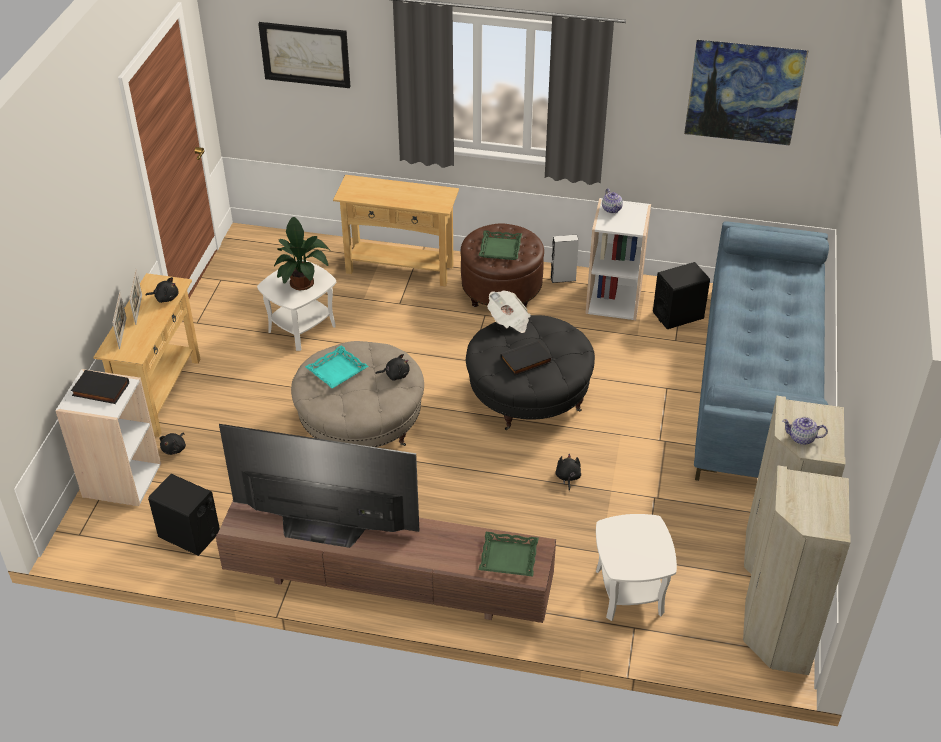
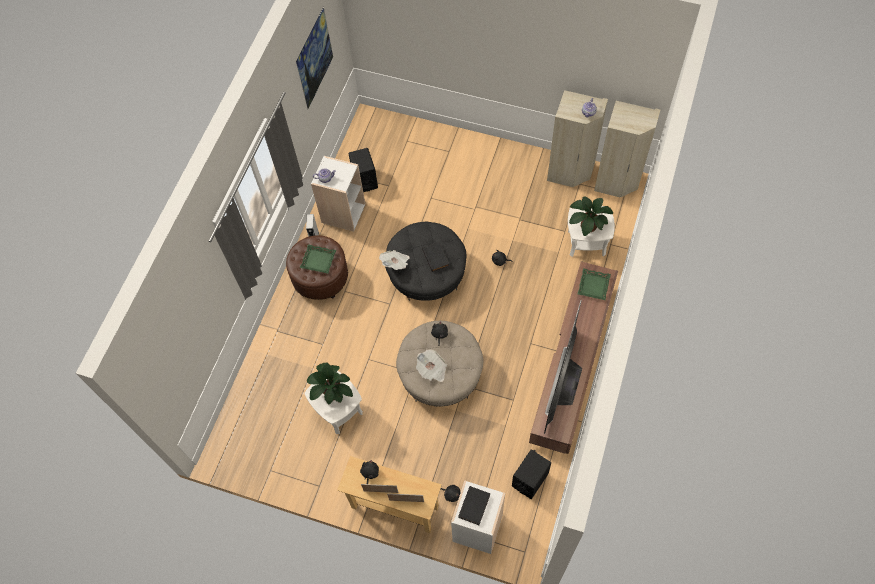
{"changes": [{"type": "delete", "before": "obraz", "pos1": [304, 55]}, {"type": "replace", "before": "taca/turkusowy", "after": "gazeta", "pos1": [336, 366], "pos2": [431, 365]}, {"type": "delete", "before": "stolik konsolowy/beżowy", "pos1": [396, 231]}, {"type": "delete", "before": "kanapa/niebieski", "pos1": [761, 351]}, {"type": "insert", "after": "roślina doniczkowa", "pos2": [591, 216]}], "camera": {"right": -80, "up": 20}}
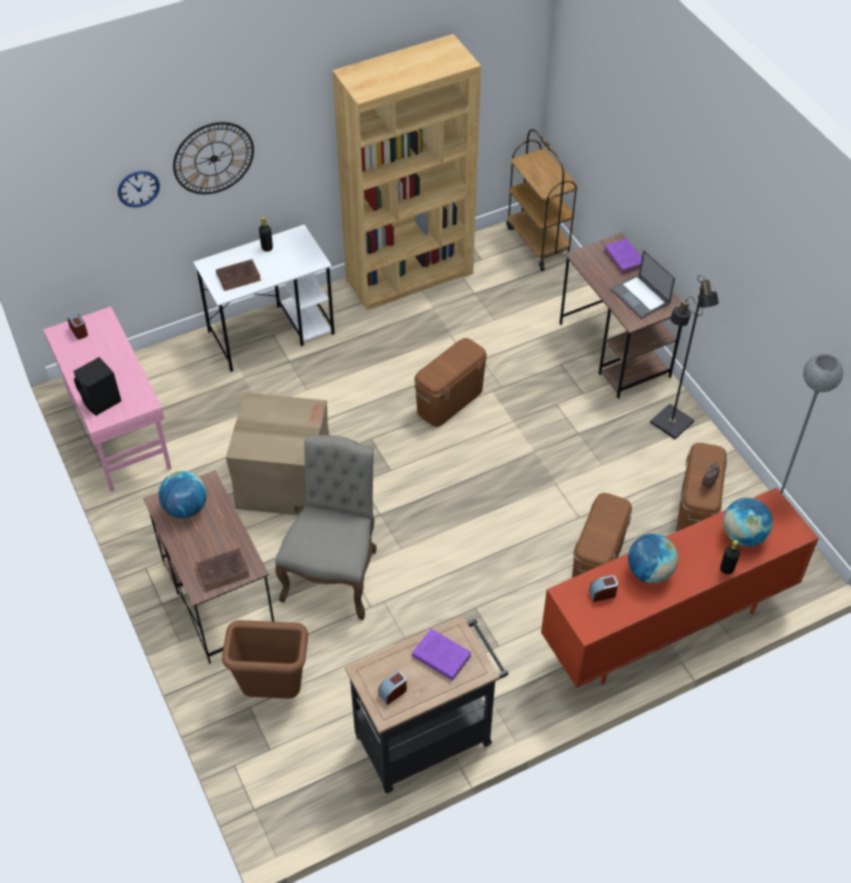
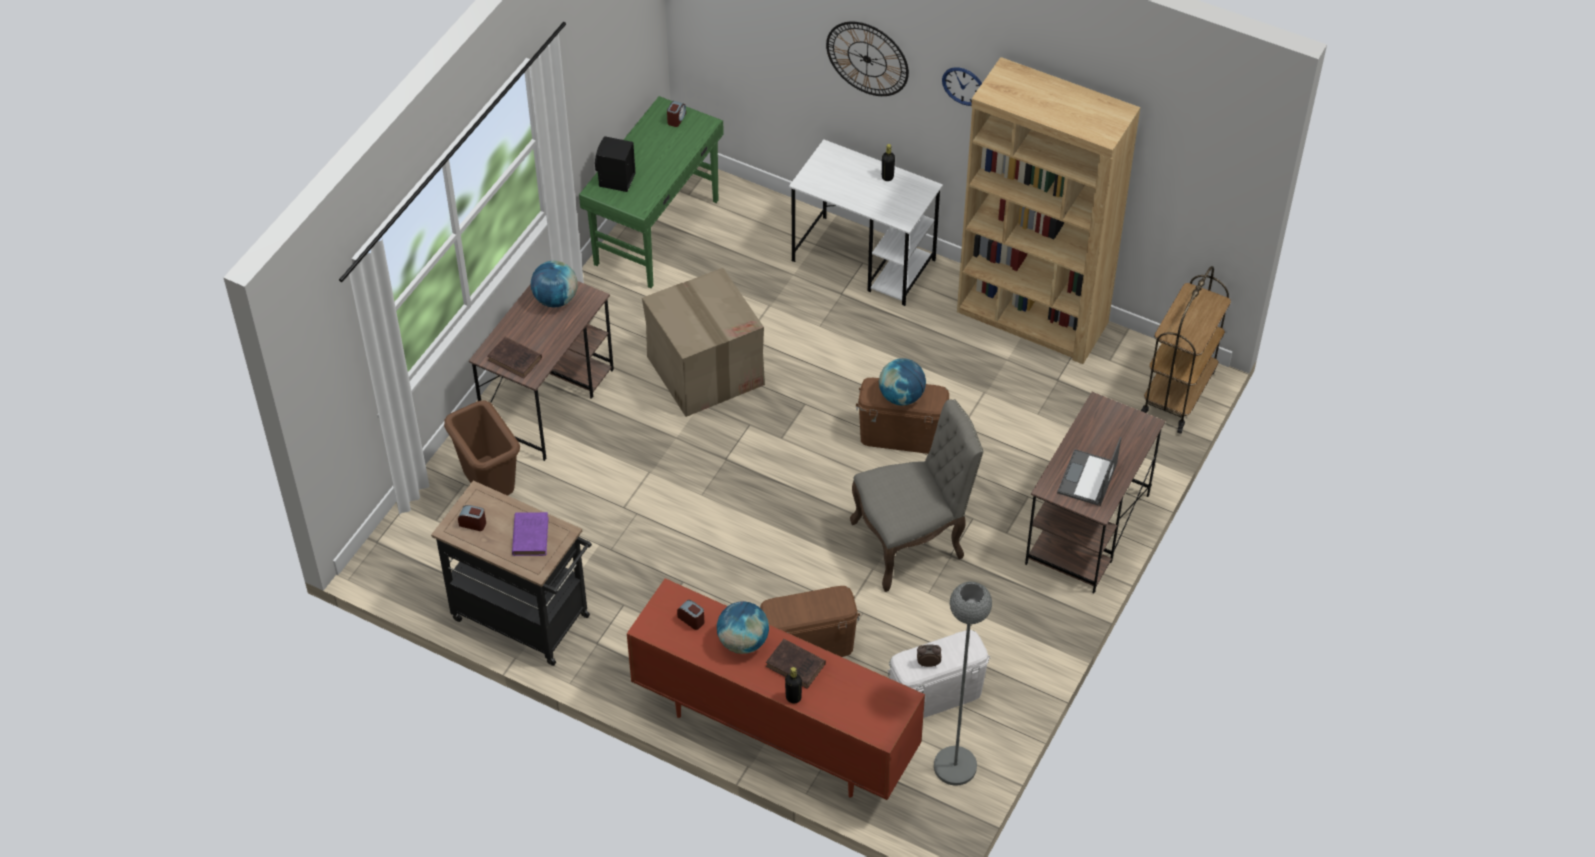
{"changes": [{"type": "recolor", "before": "stolik konsolowy/różowy", "after": "stolik konsolowy/zielony", "pos1": [107, 399], "pos2": [651, 192]}, {"type": "move", "before": "zegar ścienny", "pos1": [139, 189], "pos2": [962, 86]}, {"type": "move", "before": "książka/brązowy", "pos1": [238, 275], "pos2": [796, 664]}, {"type": "move", "before": "krzesło/szary", "pos1": [326, 527], "pos2": [916, 495]}, {"type": "delete", "before": "książka/fioletowy", "pos1": [623, 256]}, {"type": "delete", "before": "lampa stojąca/czarny", "pos1": [684, 357]}, {"type": "recolor", "before": "pojemnik do przechowywania/brązowy", "after": "pojemnik do przechowywania/biały", "pos1": [701, 487], "pos2": [938, 674]}, {"type": "move", "before": "globus", "pos1": [748, 522], "pos2": [902, 382]}], "camera": {"right": 55, "up": 0}}
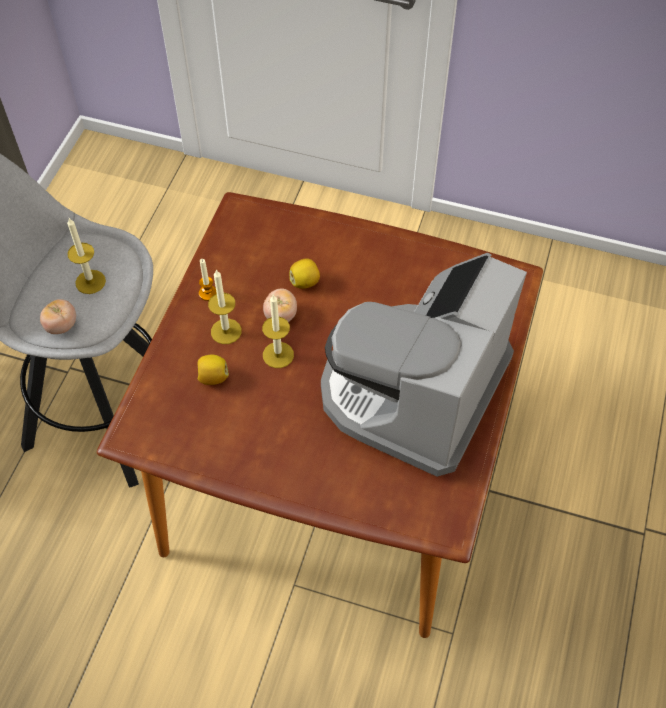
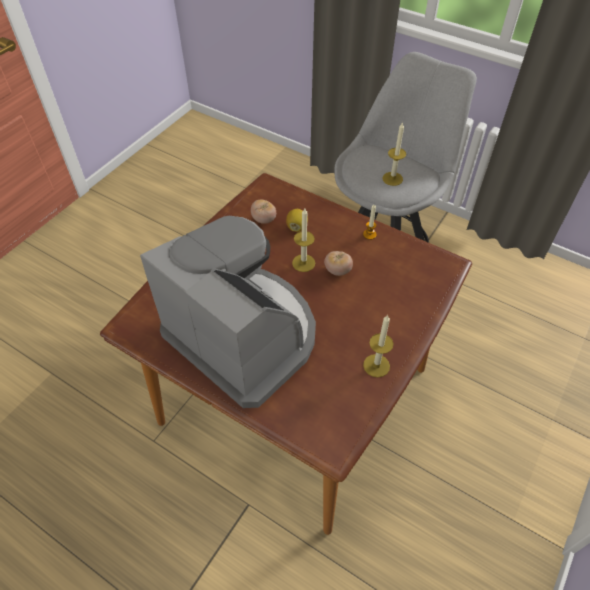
{"changes": [{"type": "move", "before": "pomidor", "pos1": [58, 316], "pos2": [263, 211]}, {"type": "move", "before": "świeca", "pos1": [225, 306], "pos2": [378, 346]}, {"type": "delete", "before": "cytryna", "pos1": [304, 273]}], "camera": {"right": 105, "up": -5}}
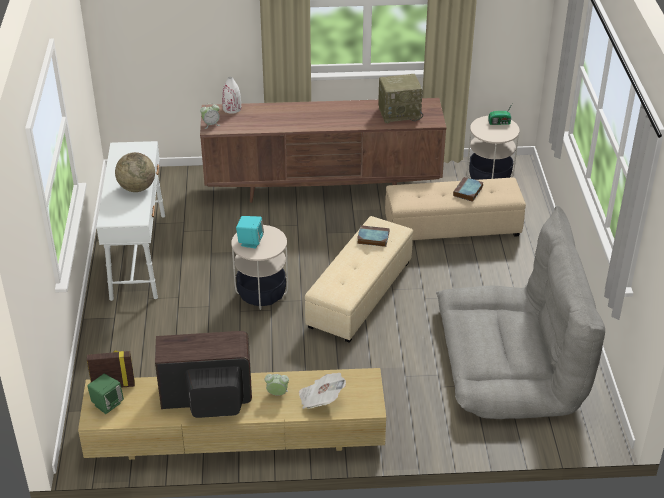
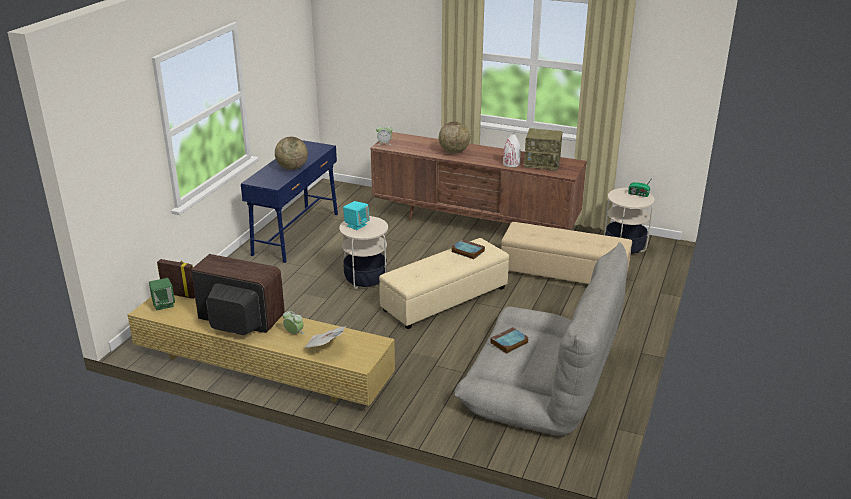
{"changes": [{"type": "recolor", "before": "stolik konsolowy/biały", "after": "stolik konsolowy/niebieski", "pos1": [131, 221], "pos2": [289, 201]}, {"type": "move", "before": "wazon/biały", "pos1": [231, 95], "pos2": [511, 150]}, {"type": "move", "before": "książka", "pos1": [468, 189], "pos2": [509, 340]}, {"type": "insert", "after": "globus", "pos2": [454, 138]}], "camera": {"right": 25, "up": -10}}
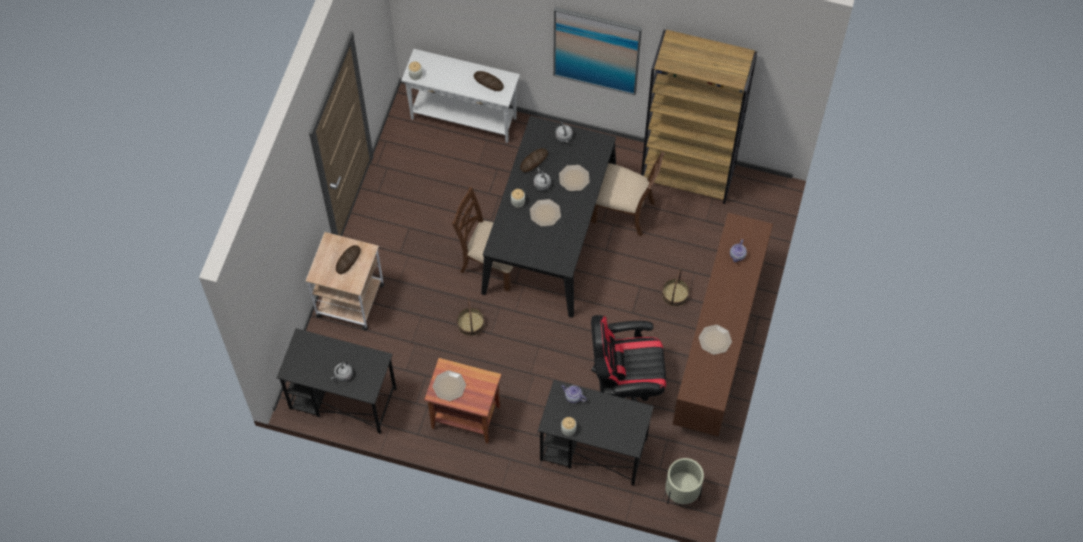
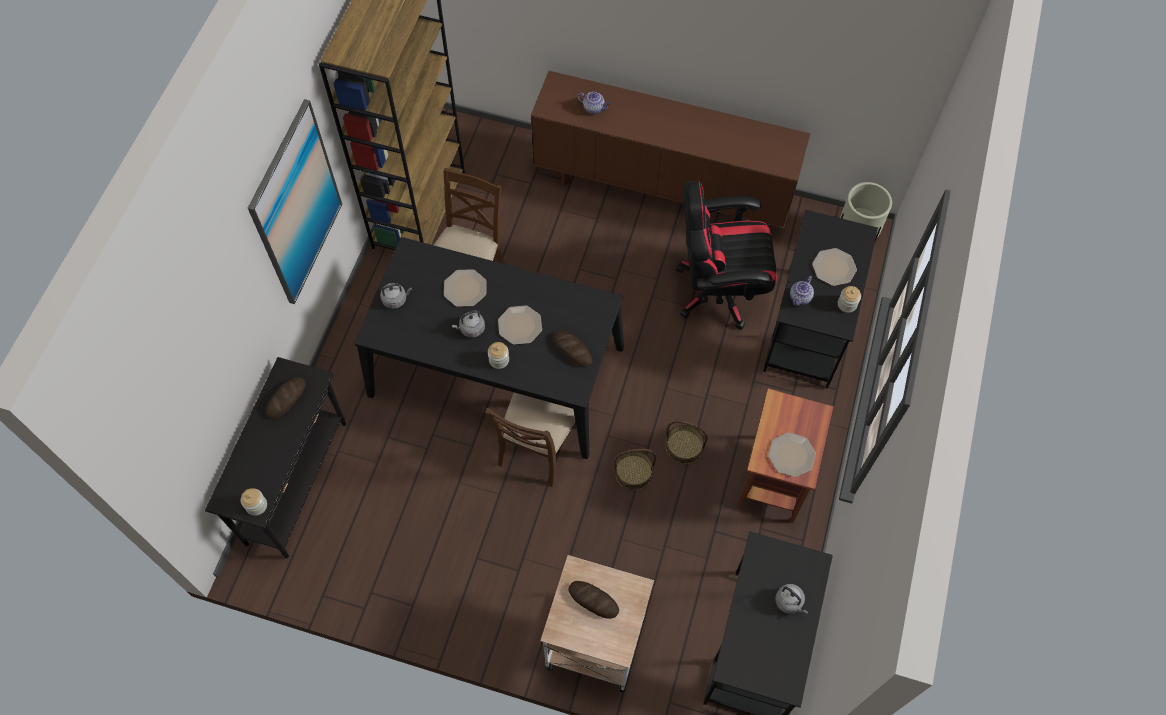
{"changes": [{"type": "recolor", "before": "stolik konsolowy/biały", "after": "stolik konsolowy/czarny", "pos1": [460, 96], "pos2": [275, 458]}, {"type": "move", "before": "chleb", "pos1": [534, 160], "pos2": [572, 348]}, {"type": "rotate", "before": "krzesło biurowe/czarny", "pos1": [628, 358], "pos2": [726, 255], "turn": 90}, {"type": "move", "before": "koszyk", "pos1": [676, 287], "pos2": [686, 442]}, {"type": "move", "before": "talerz", "pos1": [715, 340], "pos2": [834, 267]}], "camera": {"right": -90, "up": 0}}
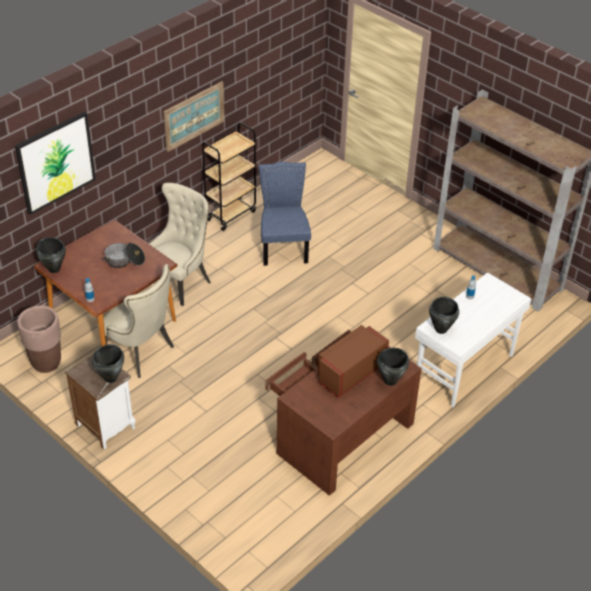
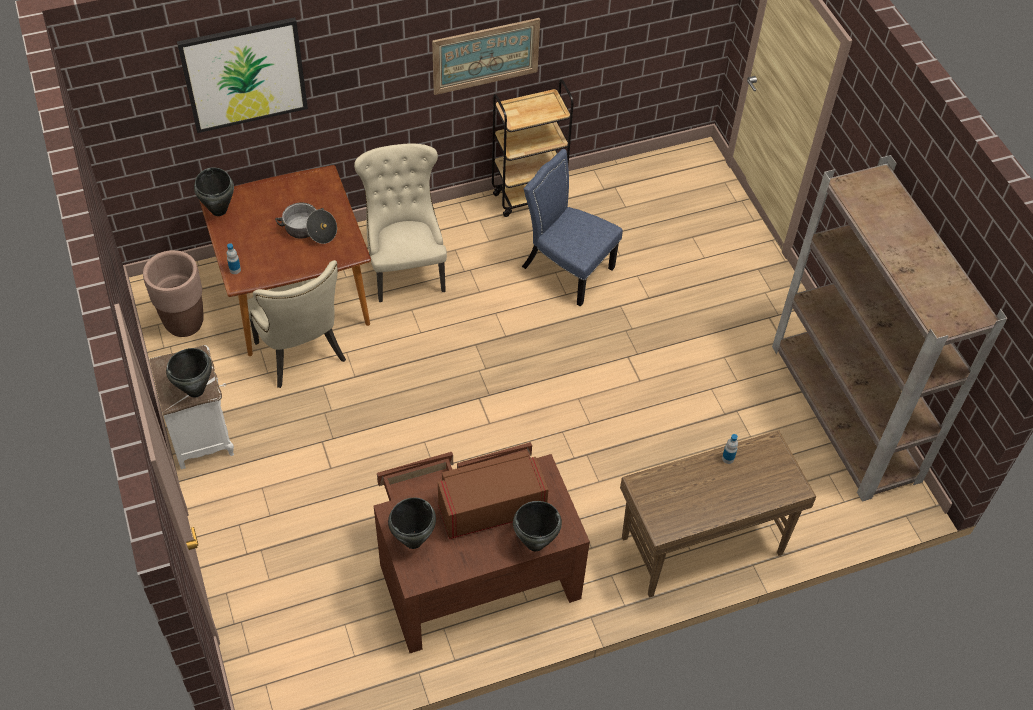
{"changes": [{"type": "rotate", "before": "krzesło/beżowy", "pos1": [180, 244], "pos2": [400, 222], "turn": -75}, {"type": "rotate", "before": "krzesło/niebieski", "pos1": [285, 214], "pos2": [572, 228], "turn": -75}, {"type": "recolor", "before": "stolik konsolowy/biały", "after": "stolik konsolowy/brązowy", "pos1": [473, 339], "pos2": [718, 514]}, {"type": "move", "before": "garnek/czarny", "pos1": [444, 315], "pos2": [412, 523]}], "camera": {"right": 25, "up": 10}}
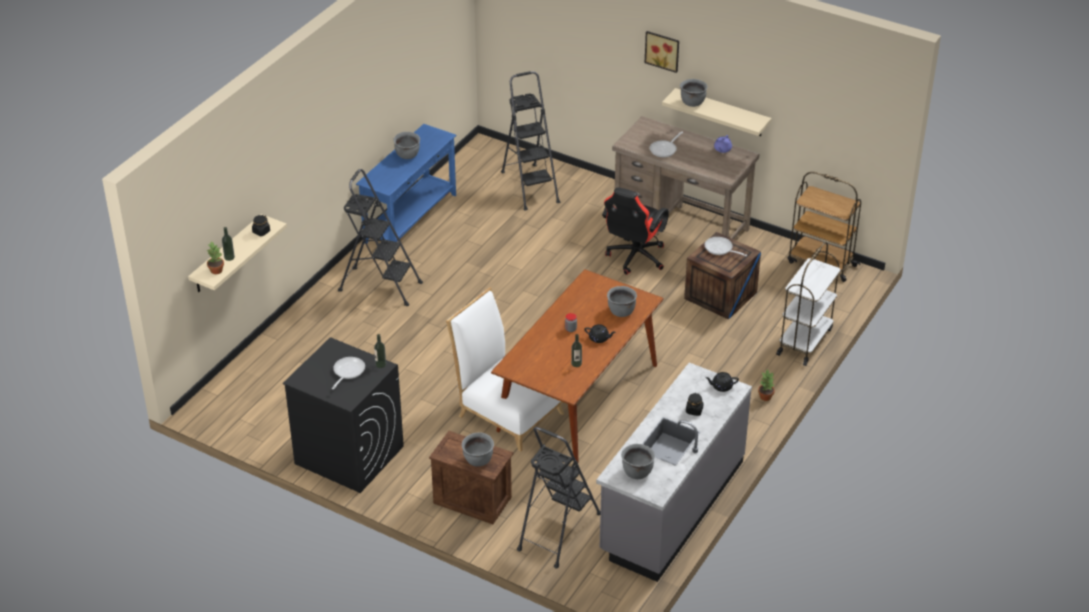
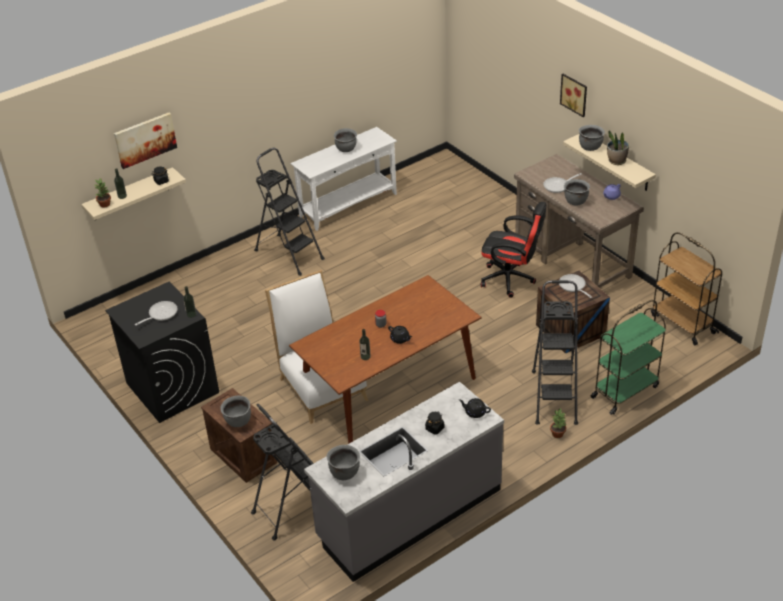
{"changes": [{"type": "recolor", "before": "stolik konsolowy/niebieski", "after": "stolik konsolowy/biały", "pos1": [406, 183], "pos2": [344, 179]}, {"type": "move", "before": "drabinka", "pos1": [530, 141], "pos2": [555, 352]}, {"type": "rotate", "before": "krzesło biurowe/czarny", "pos1": [635, 231], "pos2": [513, 250], "turn": -120}, {"type": "move", "before": "garnek/szary", "pos1": [622, 301], "pos2": [577, 192]}, {"type": "recolor", "before": "wózek/biały", "after": "wózek/zielony", "pos1": [808, 304], "pos2": [628, 357]}, {"type": "insert", "after": "obraz", "pos2": [145, 140]}, {"type": "insert", "after": "roślina doniczkowa", "pos2": [618, 148]}], "camera": {"right": 25, "up": 0}}
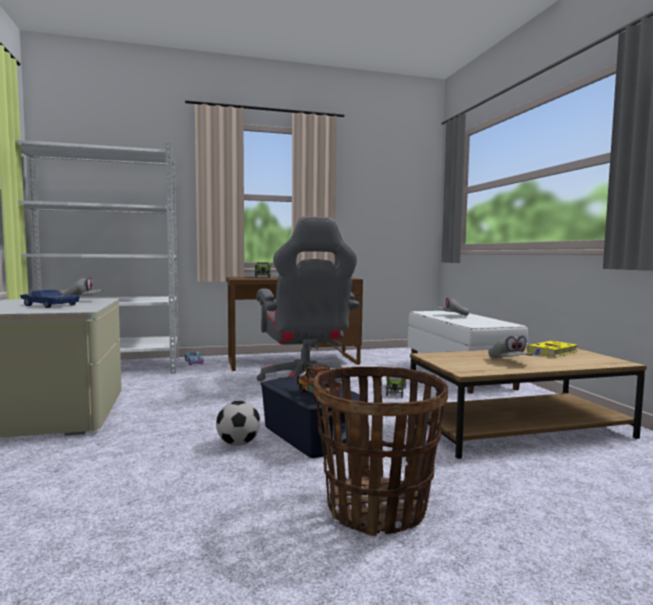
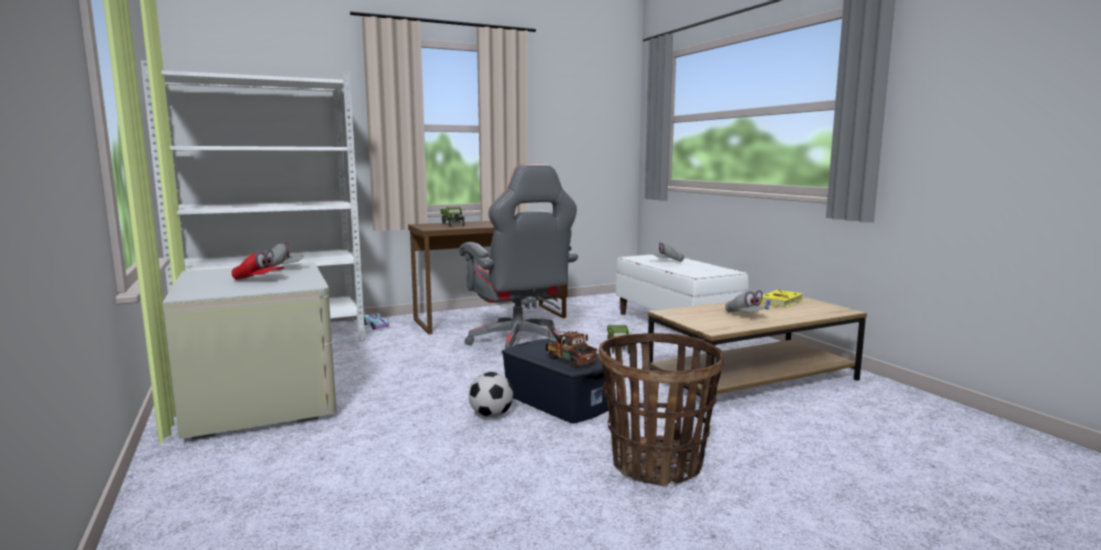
{"changes": [{"type": "replace", "before": "samochodzik/niebieski", "after": "czapka z daszkiem/czerwony", "pos1": [50, 299], "pos2": [258, 265]}], "camera": {"right": -10, "up": 5}}
